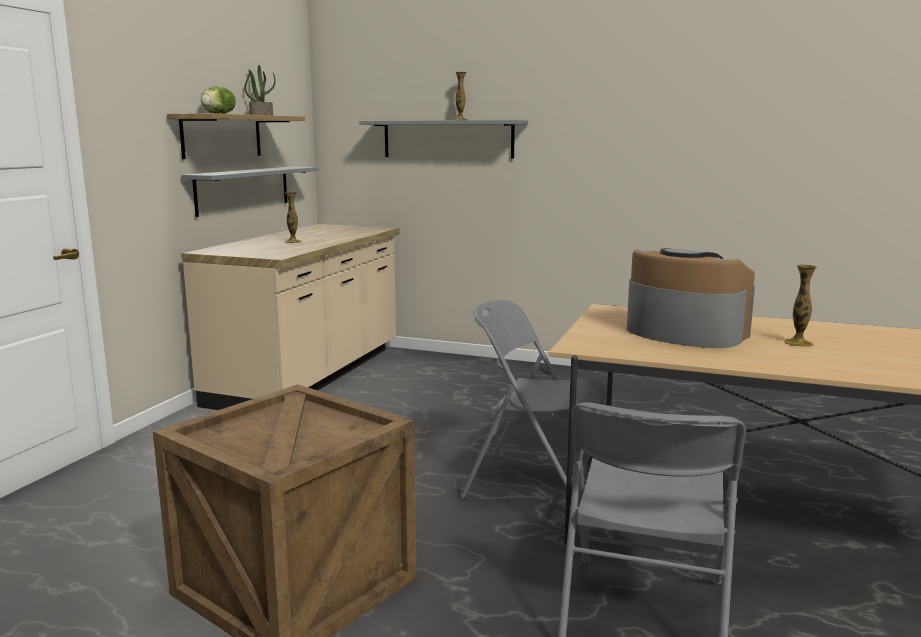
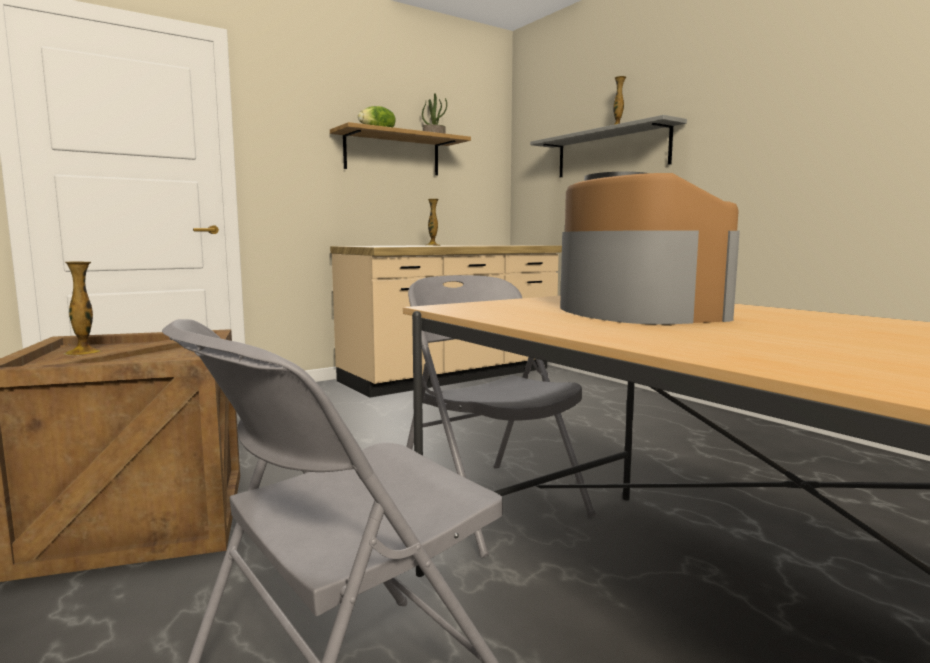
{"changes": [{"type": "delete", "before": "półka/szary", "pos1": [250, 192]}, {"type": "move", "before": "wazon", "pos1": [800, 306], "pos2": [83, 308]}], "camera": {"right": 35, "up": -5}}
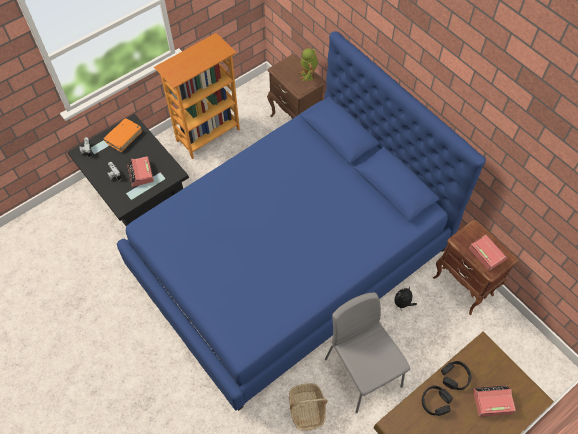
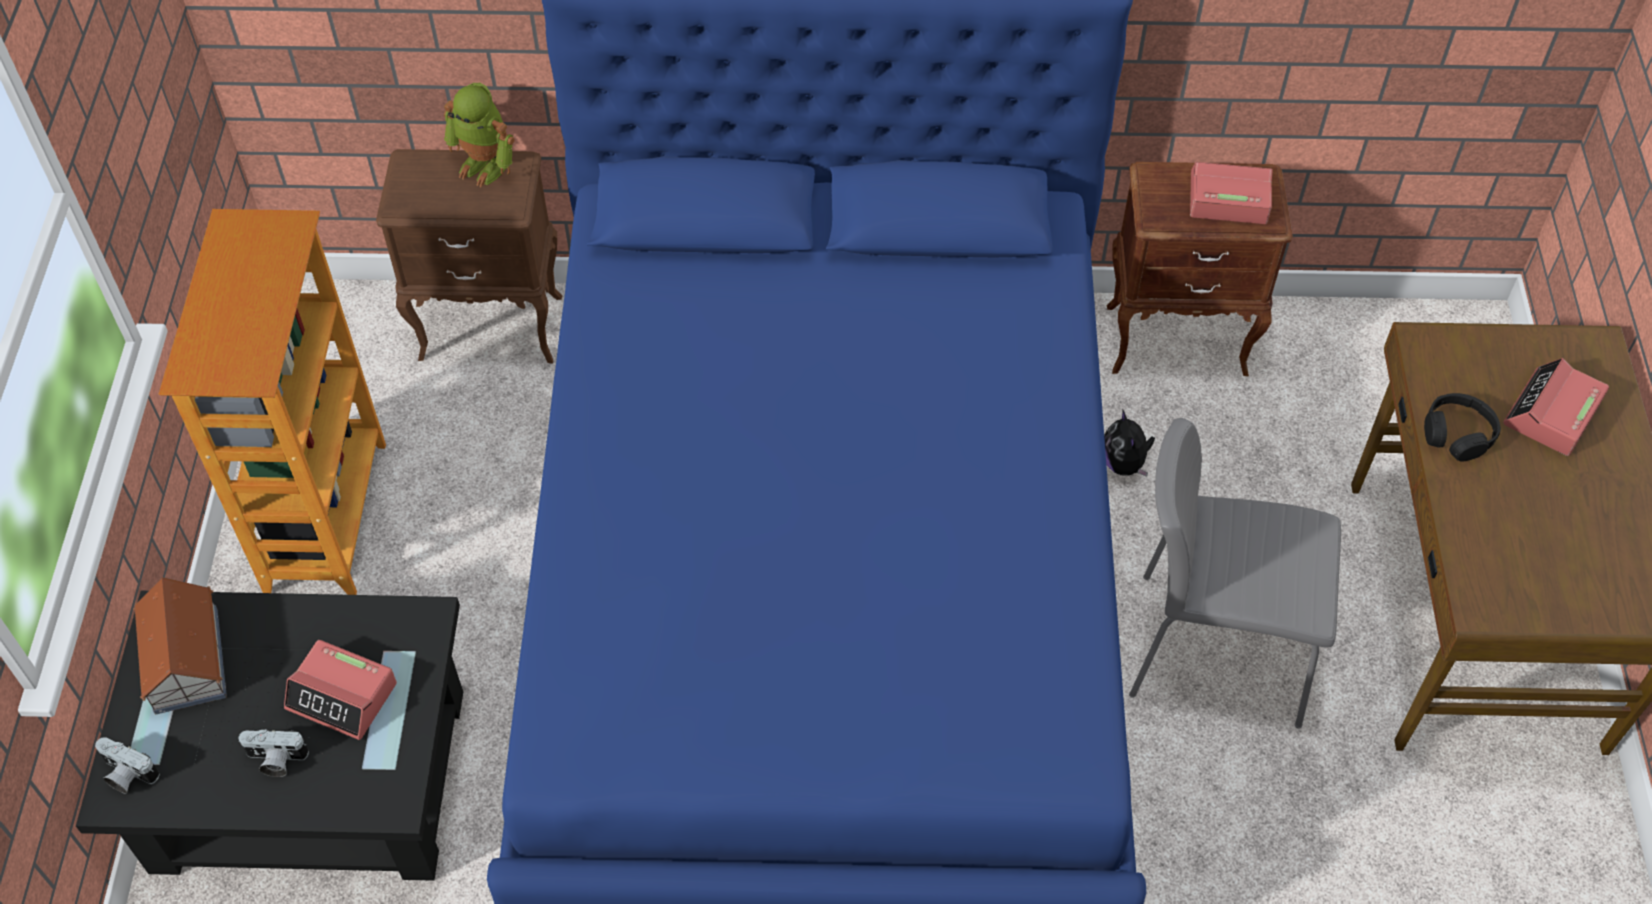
{"changes": [{"type": "replace", "before": "książka/pomarańczowy", "after": "domek", "pos1": [122, 135], "pos2": [180, 645]}, {"type": "delete", "before": "koszyk", "pos1": [308, 407]}, {"type": "delete", "before": "słuchawki/czarny", "pos1": [437, 400]}], "camera": {"right": -50, "up": -5}}
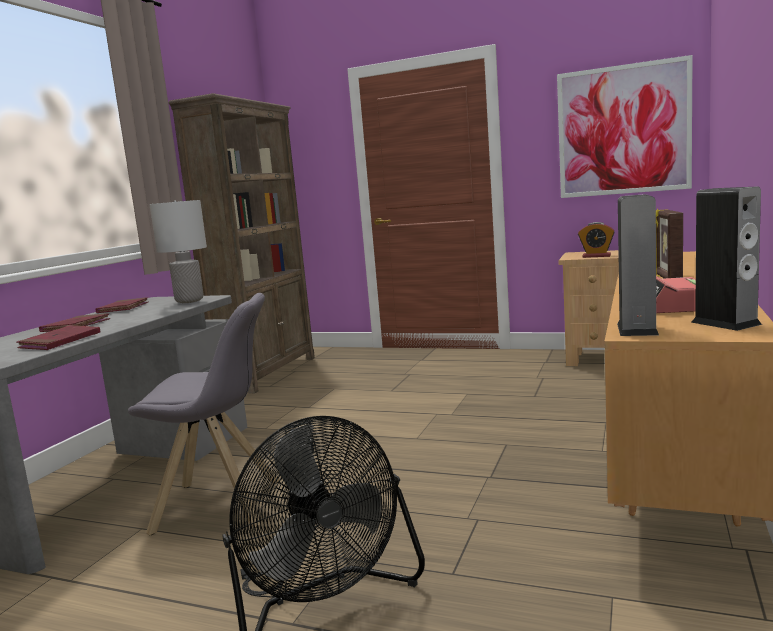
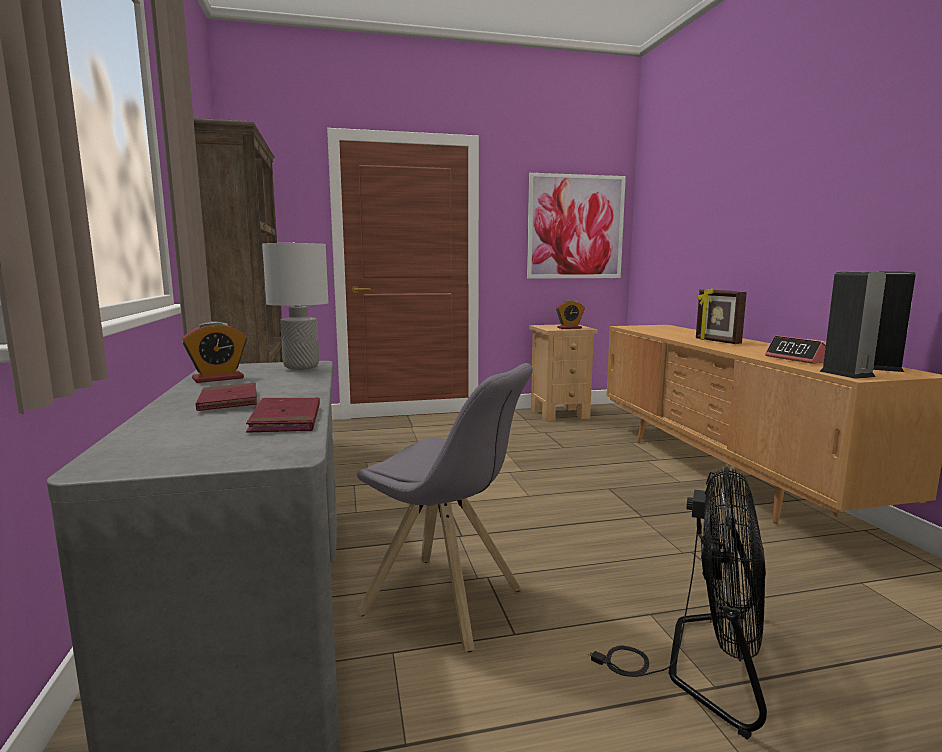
{"changes": [{"type": "replace", "before": "książka/czerwony", "after": "budzik", "pos1": [122, 305], "pos2": [214, 352]}, {"type": "rotate", "before": "krzesło/szary", "pos1": [203, 414], "pos2": [445, 507], "turn": 60}], "camera": {"right": -35, "up": 0}}
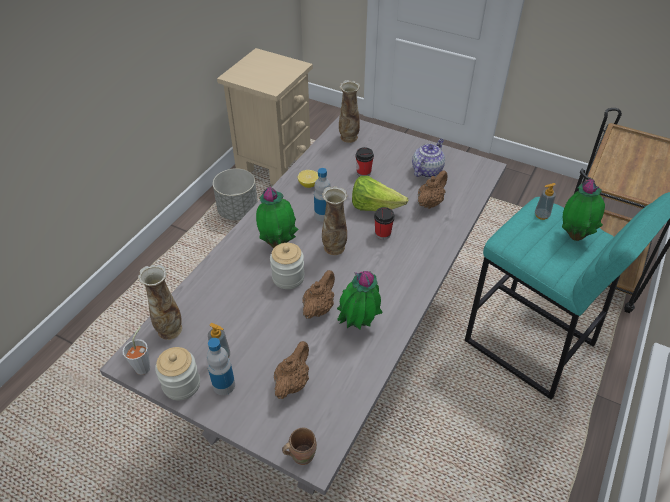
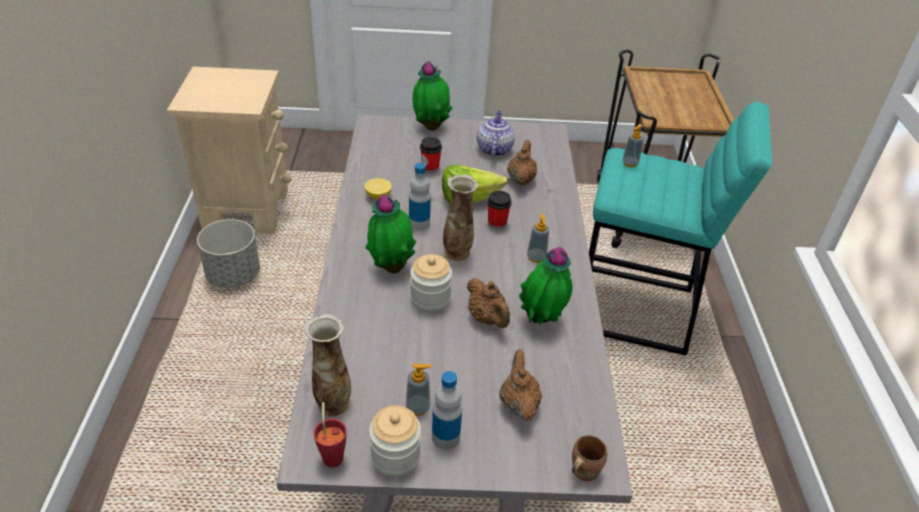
{"changes": [{"type": "recolor", "before": "filiżanka/szary", "after": "filiżanka/czerwony", "pos1": [136, 351], "pos2": [330, 434]}, {"type": "rotate", "before": "imbryk/brązowy", "pos1": [318, 294], "pos2": [488, 303], "turn": 150}, {"type": "delete", "before": "wazon", "pos1": [349, 111]}, {"type": "move", "before": "roślina doniczkowa", "pos1": [583, 210], "pos2": [432, 96]}, {"type": "insert", "after": "dozownik mydła", "pos2": [538, 238]}], "camera": {"right": -30, "up": -5}}
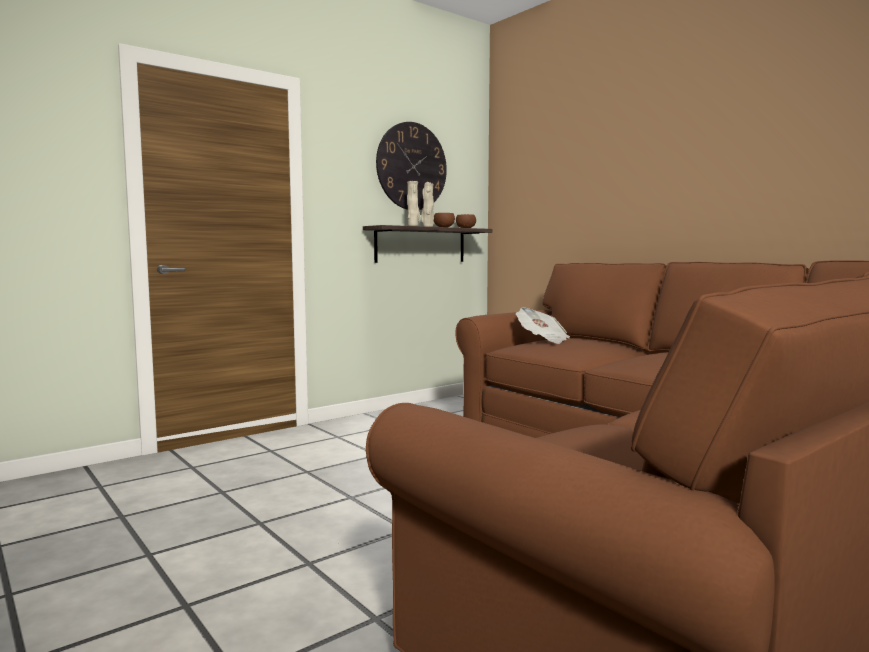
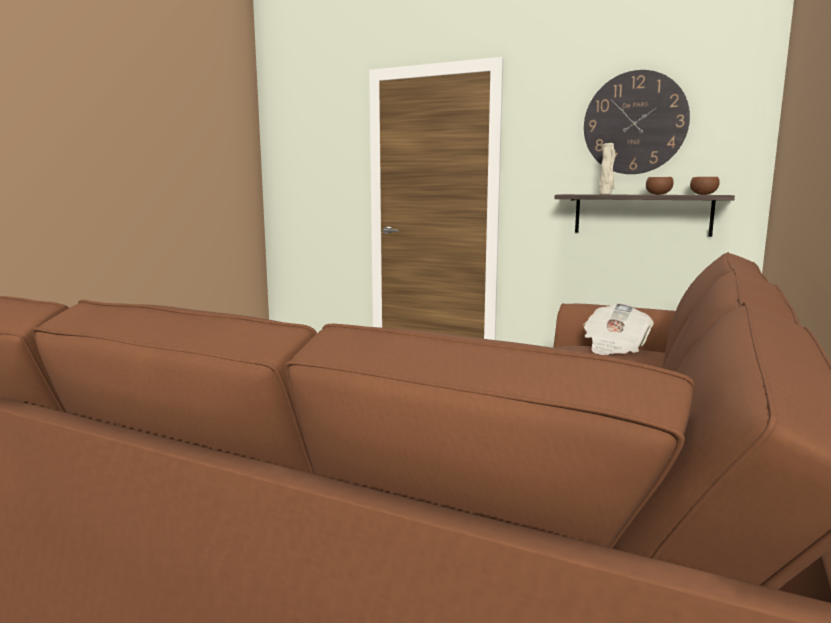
{"changes": [{"type": "delete", "before": "wazon/beżowy", "pos1": [427, 204]}], "camera": {"right": 65, "up": 5}}
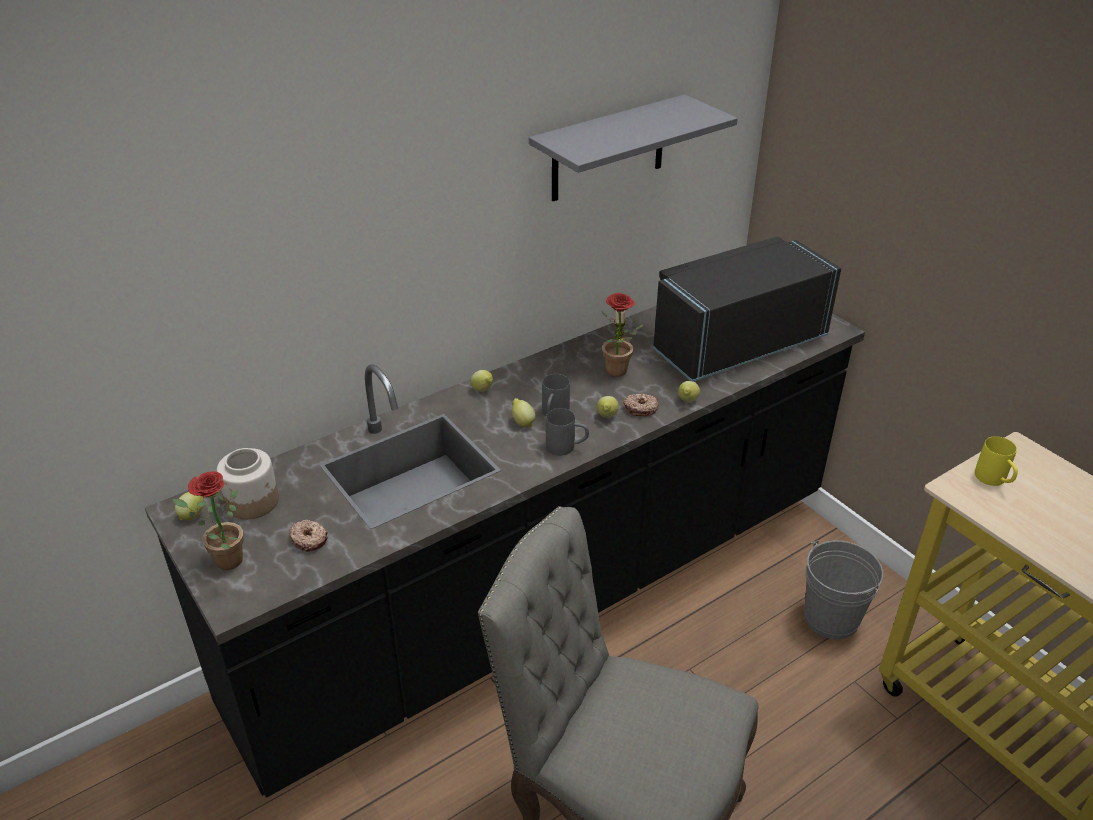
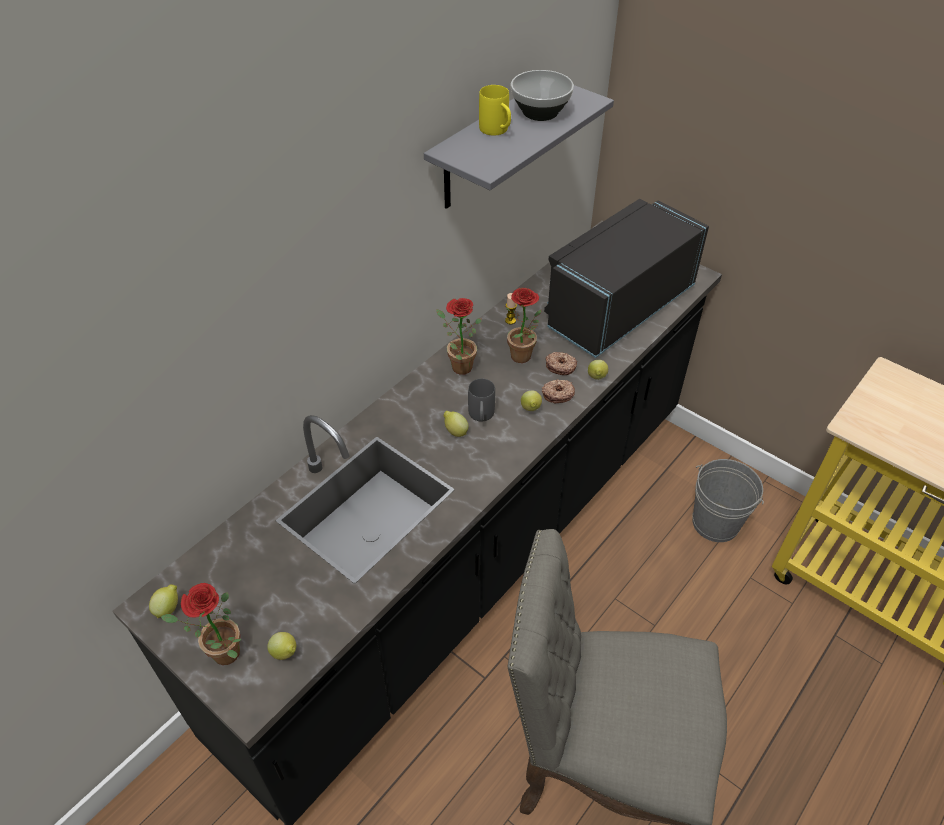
{"changes": [{"type": "delete", "before": "słoik", "pos1": [248, 483]}, {"type": "move", "before": "donut", "pos1": [309, 535], "pos2": [561, 363]}, {"type": "move", "before": "cytryna", "pos1": [481, 381], "pos2": [281, 646]}, {"type": "delete", "before": "kubek/szary", "pos1": [567, 432]}, {"type": "move", "before": "kubek/żółty", "pos1": [996, 461], "pos2": [495, 110]}, {"type": "insert", "after": "roślina doniczkowa", "pos2": [459, 336]}, {"type": "insert", "after": "miska", "pos2": [542, 95]}], "camera": {"right": -15, "up": 10}}
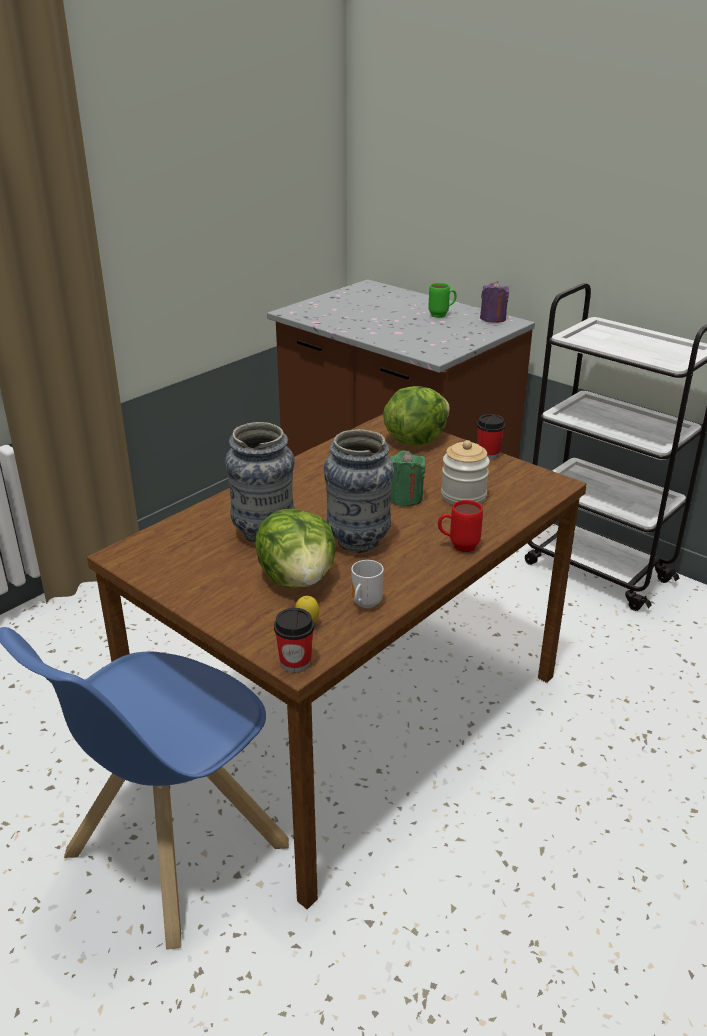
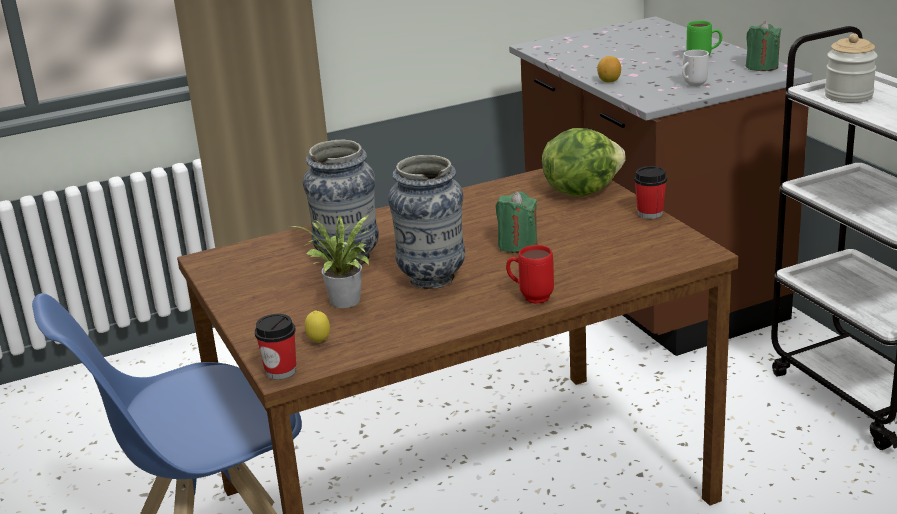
{"changes": [{"type": "replace", "before": "sałata", "after": "roślina doniczkowa", "pos1": [295, 548], "pos2": [330, 261]}, {"type": "move", "before": "kubek", "pos1": [367, 584], "pos2": [695, 68]}, {"type": "move", "before": "słoik", "pos1": [465, 472], "pos2": [851, 68]}, {"type": "recolor", "before": "świeca/fioletowy", "after": "świeca/zielony", "pos1": [494, 302], "pos2": [764, 46]}, {"type": "insert", "after": "cytryna", "pos2": [609, 69]}], "camera": {"right": 25, "up": -5}}
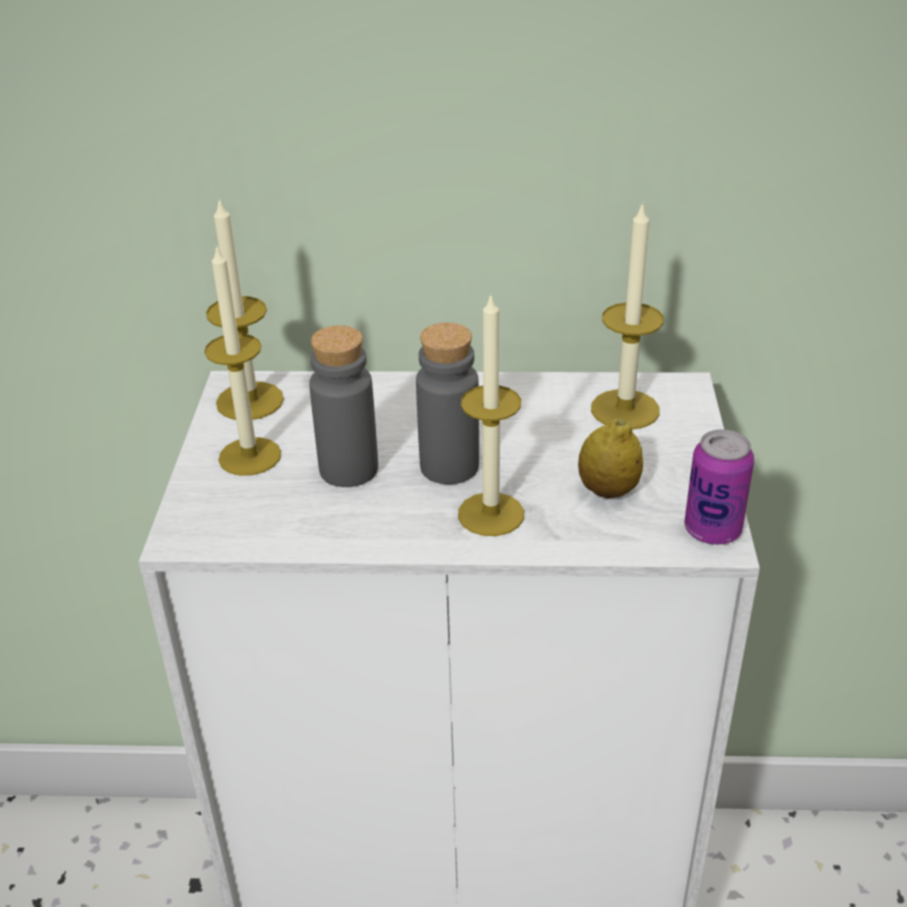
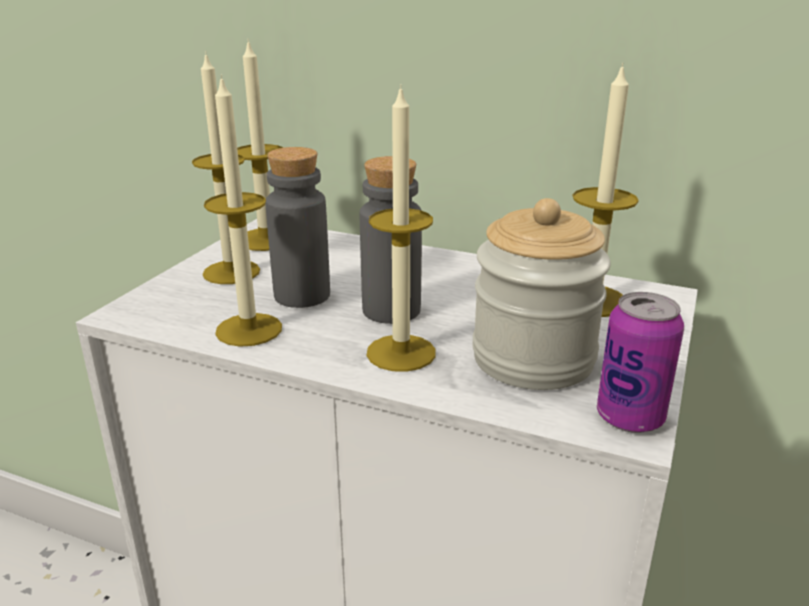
{"changes": [{"type": "replace", "before": "cytryna", "after": "słoik", "pos1": [610, 458], "pos2": [541, 294]}, {"type": "insert", "after": "świeca", "pos2": [243, 211]}], "camera": {"right": 20, "up": -10}}
